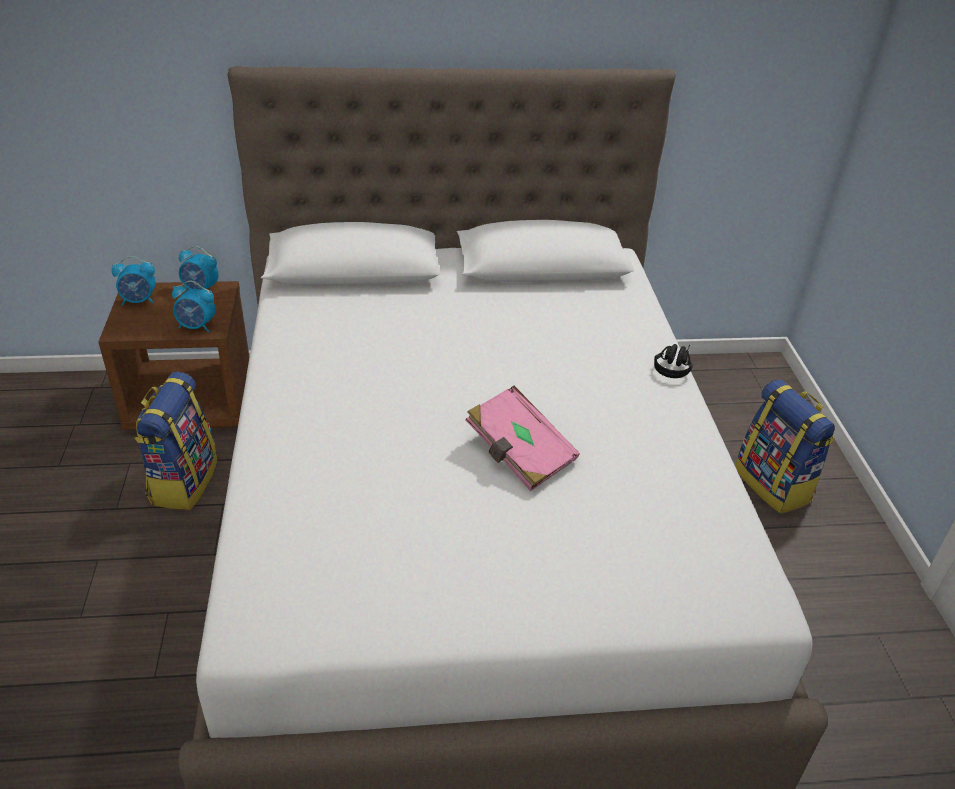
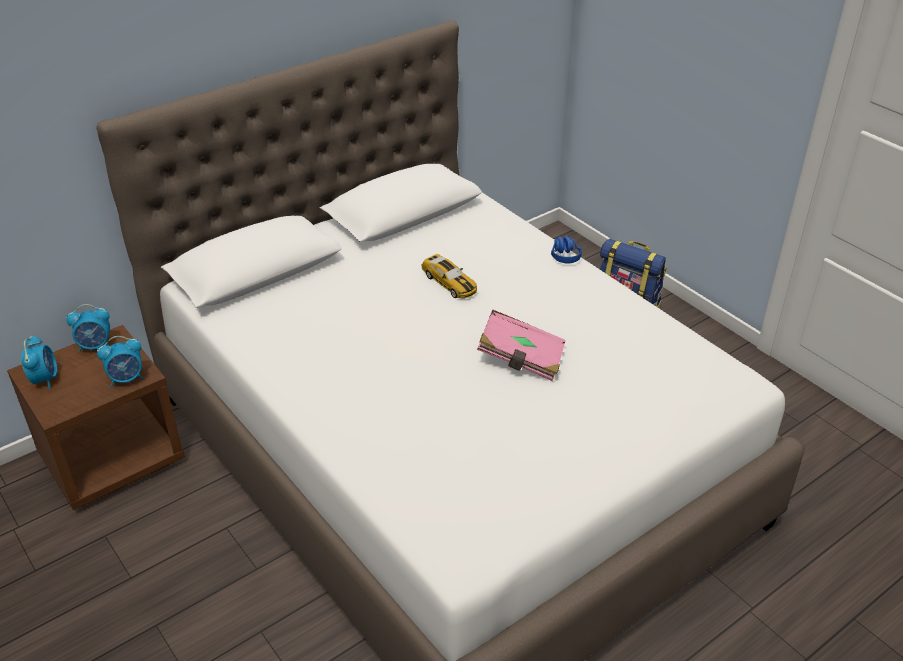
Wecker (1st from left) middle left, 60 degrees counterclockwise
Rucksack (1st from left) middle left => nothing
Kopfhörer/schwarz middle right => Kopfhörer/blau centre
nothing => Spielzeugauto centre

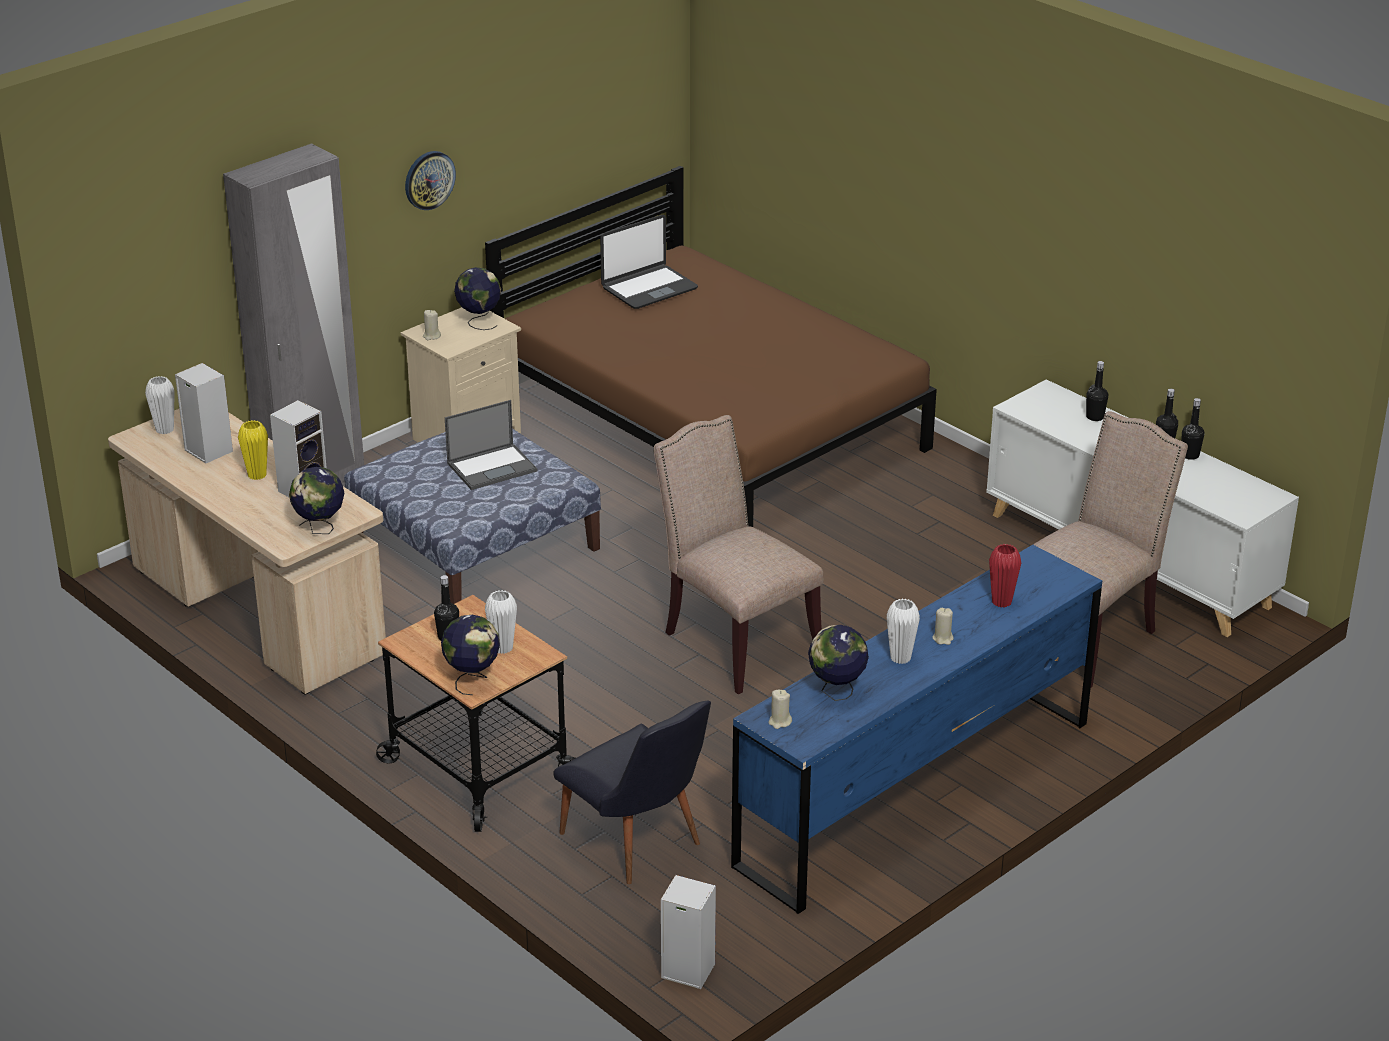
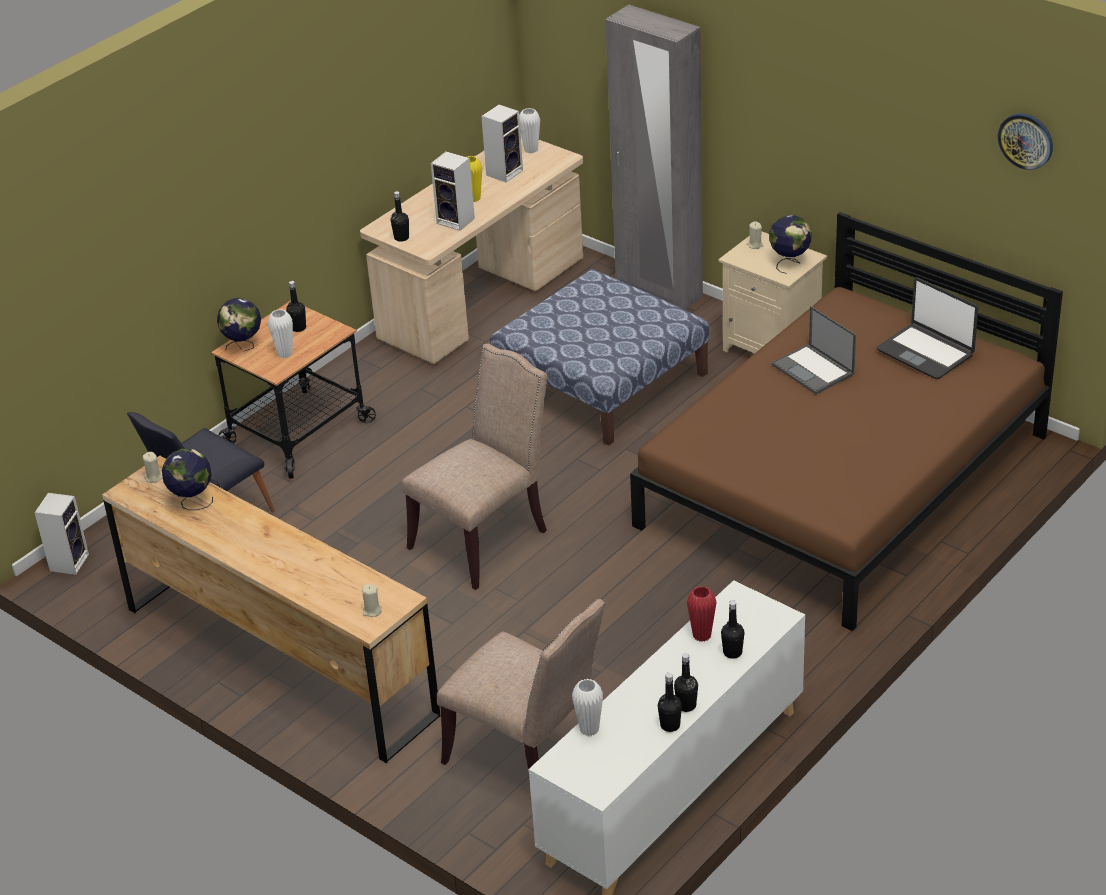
Globus (1st from left) middle left => Flasche/schwarz (2nd from left) top centre
Wanduhr top left => Wanduhr top right, moved
Laptop (1st from left) centre => Laptop (1st from left) middle right, moved
Kommode/blau bottom centre => Kommode/braun bottom left
Vase/weiß (3rd from left) centre => Vase/weiß (3rd from left) bottom centre, moved
Kerze/beige (3rd from left in the first image) middle right => Kerze/beige (2nd from left) bottom centre, moved
Vase/rot middle right => Vase/rot bottom centre, moved

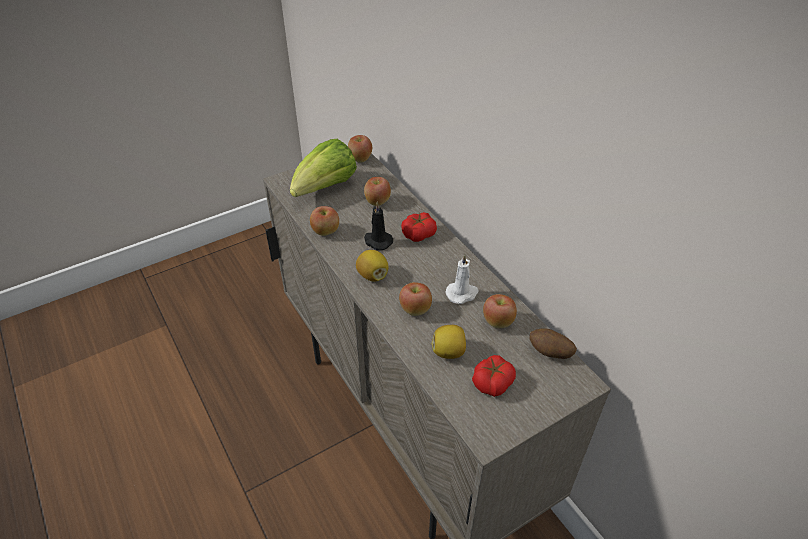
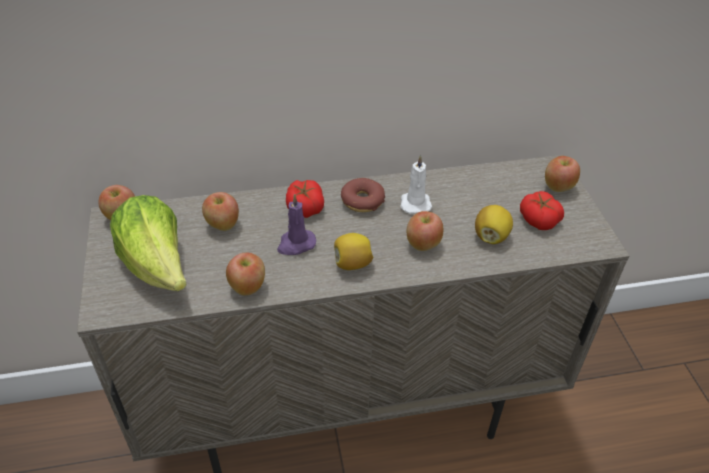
Kerze/schwarz centre => Kerze/lila centre
Apfel (5th from left) centre => Apfel (5th from left) middle right, moved
Kartoffel middle right => nothing
nothing => Donut centre

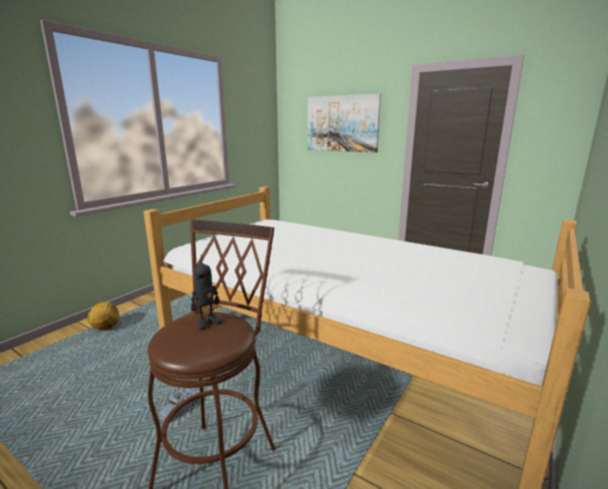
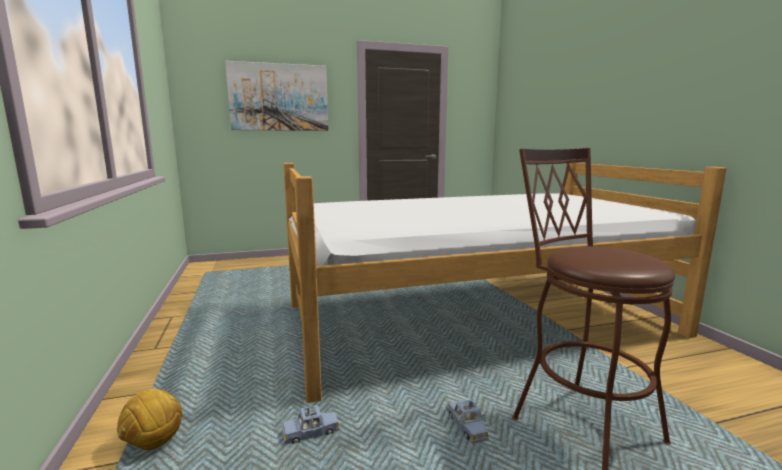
Spielzeugroboter centre => nothing
nothing => Spielzeugauto/blau (1st from left) bottom centre

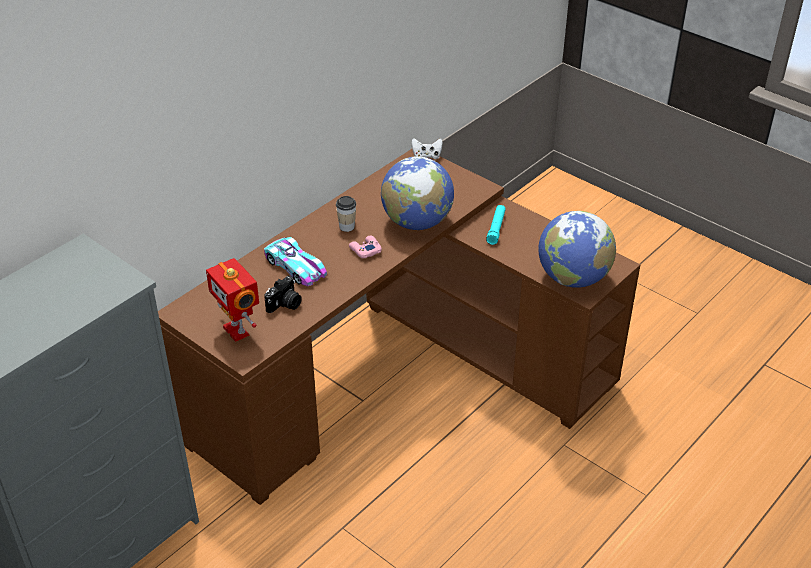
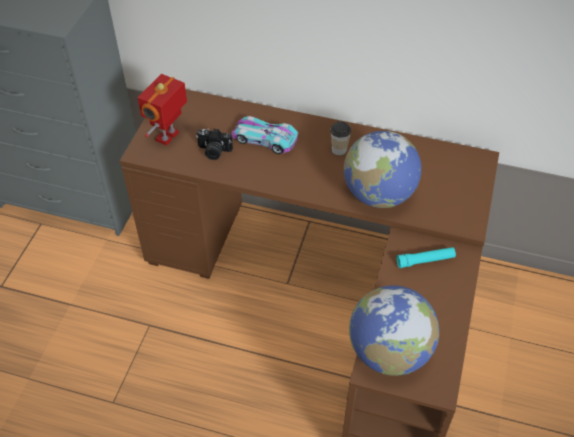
Spielzeugauto centre => Spielzeugauto top centre, 90 degrees clockwise
Gamepad/rosa centre => nothing
Gamepad/weiß top centre => nothing

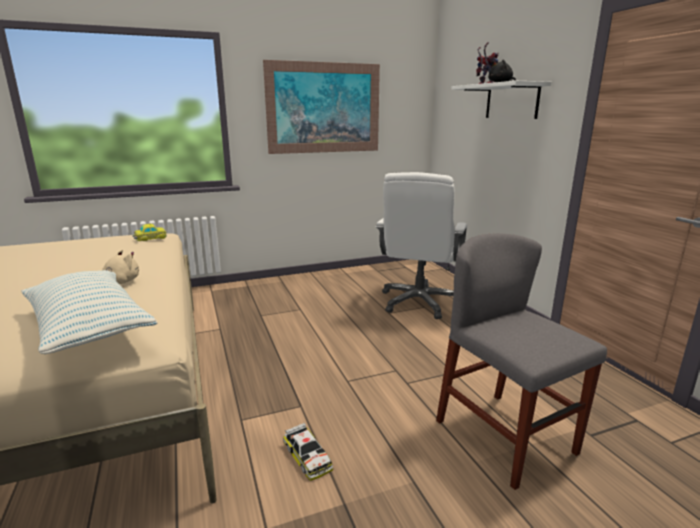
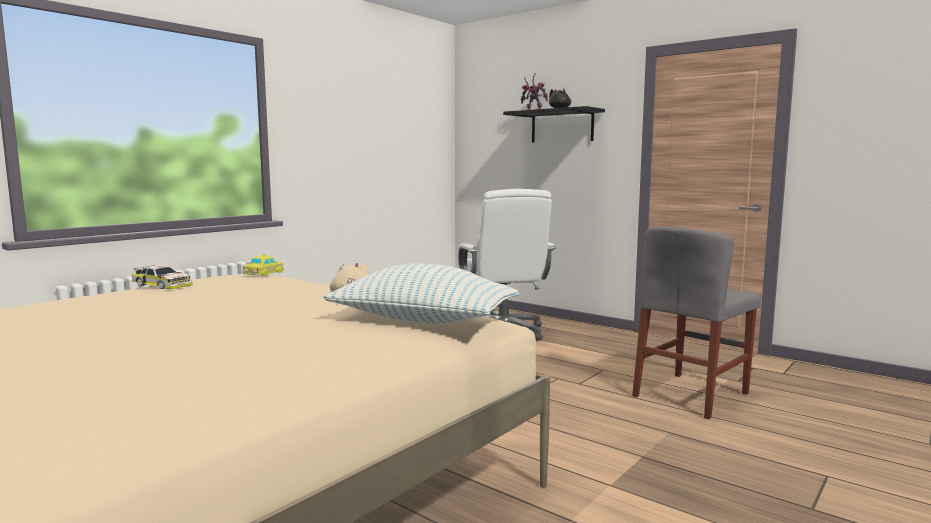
Bild top centre => nothing
Spielzeugauto (2nd from left in the first image) bottom centre => Spielzeugauto (1st from left) middle left, moved
Stuhl/grau bottom right => Stuhl/grau middle right, 75 degrees counterclockwise
Wandregal/weiß top right => Wandregal/schwarz top centre

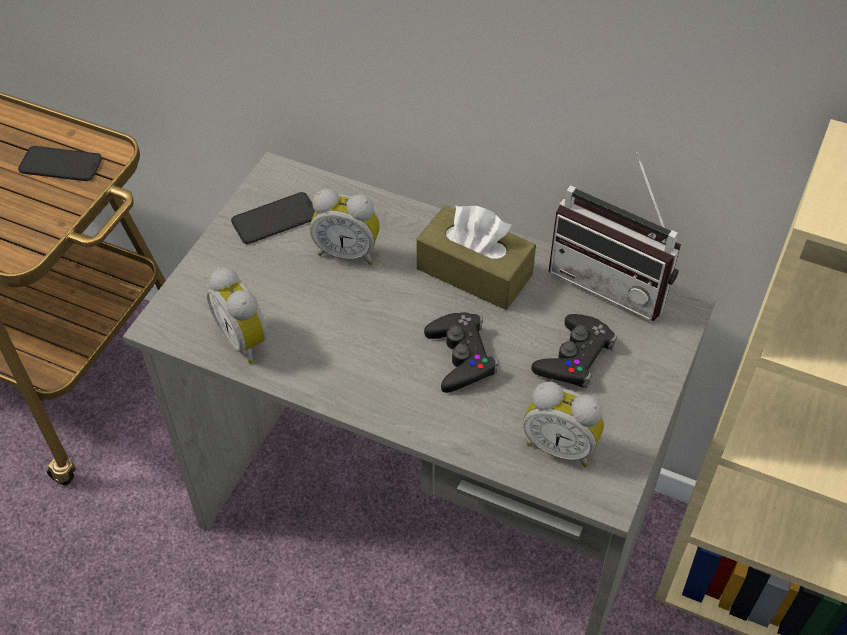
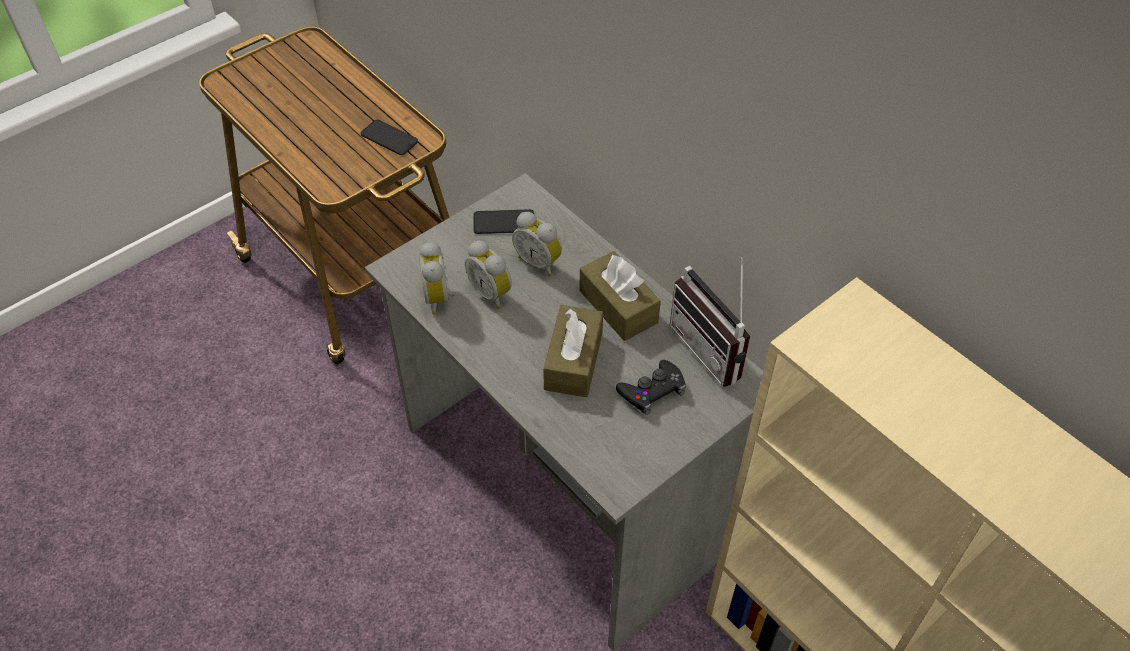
Gamepad/schwarz (1st from left) centre => Taschentuchbox/braun (1st from left) centre
Wecker (3rd from left in the first image) bottom centre => Wecker (2nd from left) centre, moved

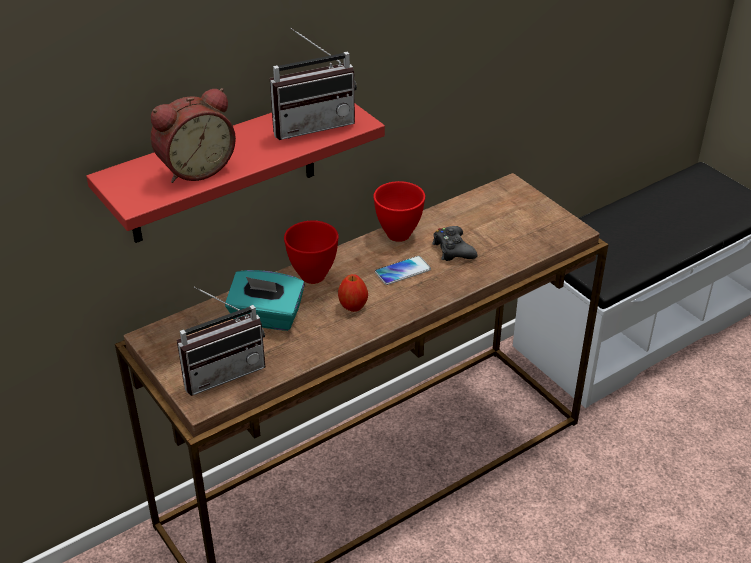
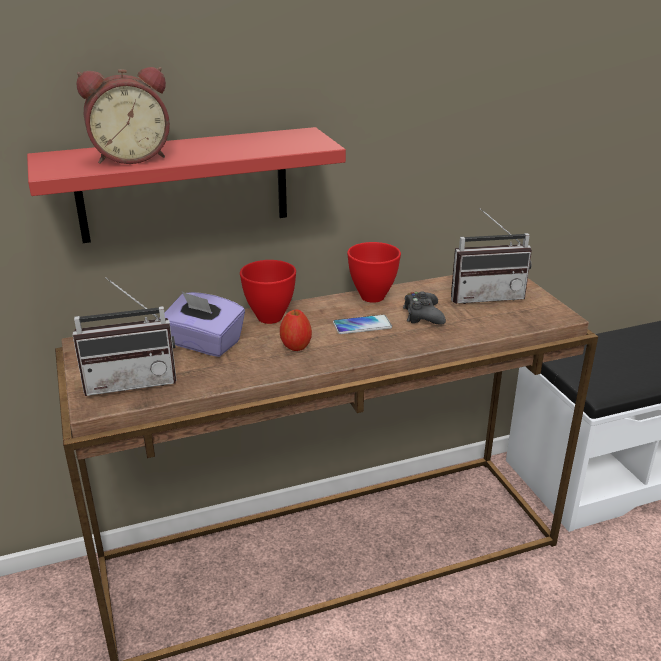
Taschentuchbox/türkis centre => Taschentuchbox/lila middle left
Radio (2nd from left) top centre => Radio (2nd from left) middle right, moved

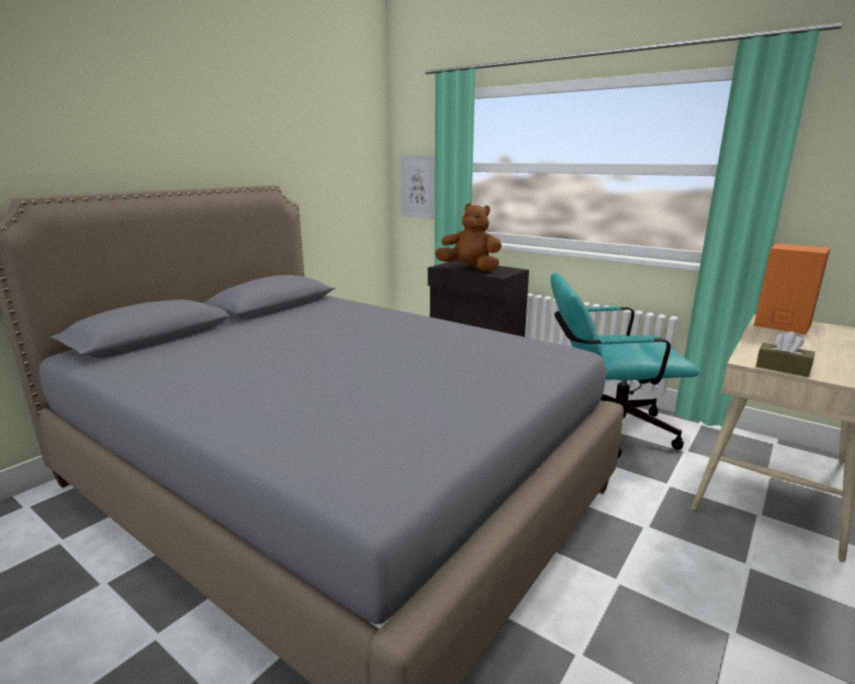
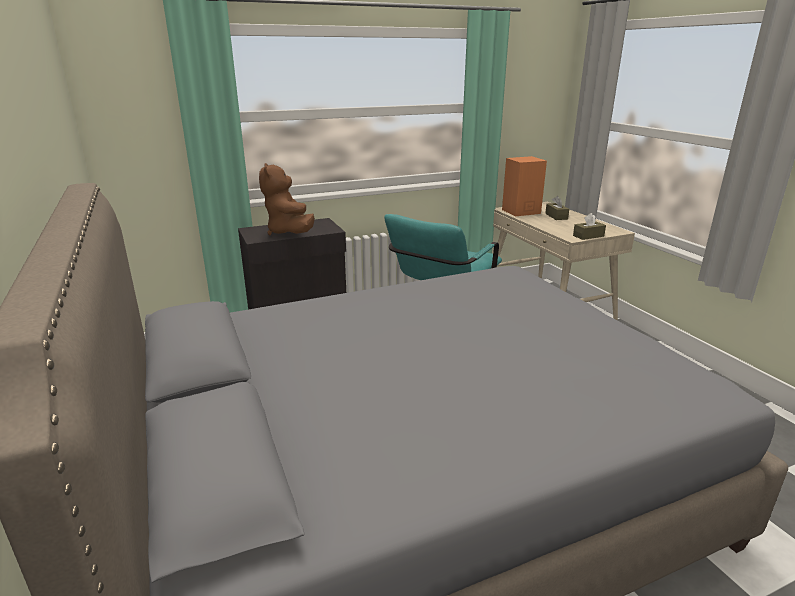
Bild top centre => nothing
Plüschtier/braun centre, 75 degrees counterclockwise
nothing => Taschentuchbox/braun (1st from left) middle right

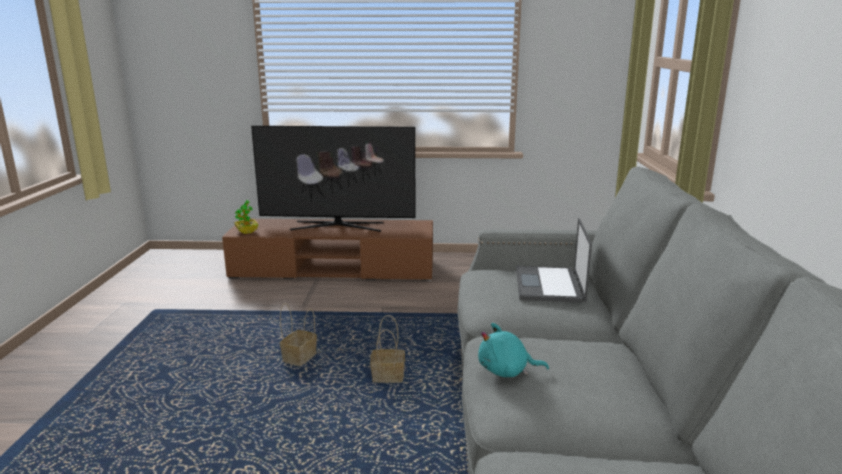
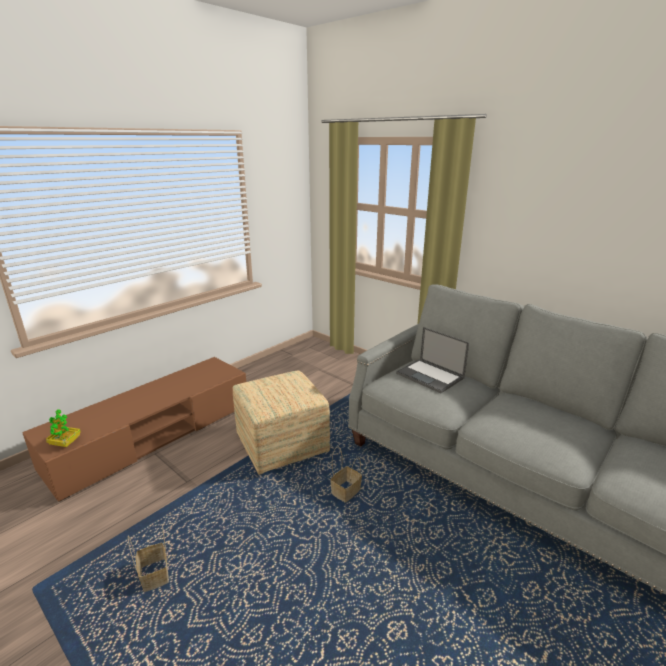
Fernseher centre => nothing
Korb (1st from left) bottom centre => Korb (1st from left) bottom left, moved
Plüschtier/türkis bottom centre => nothing
nothing => Polsterhocker centre

